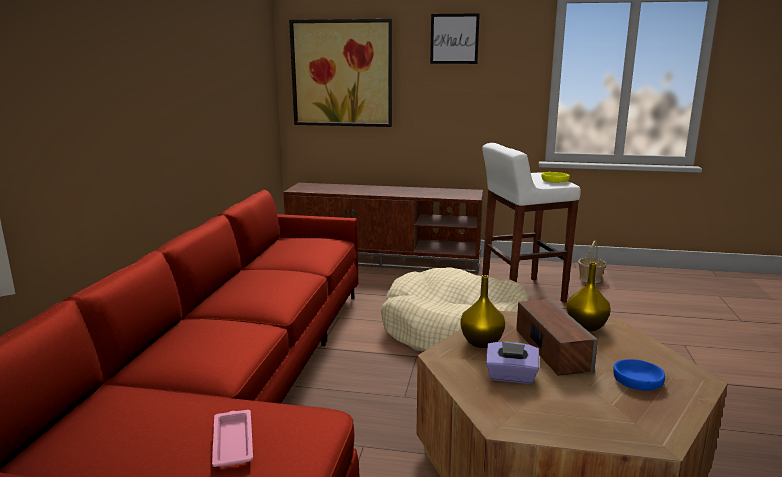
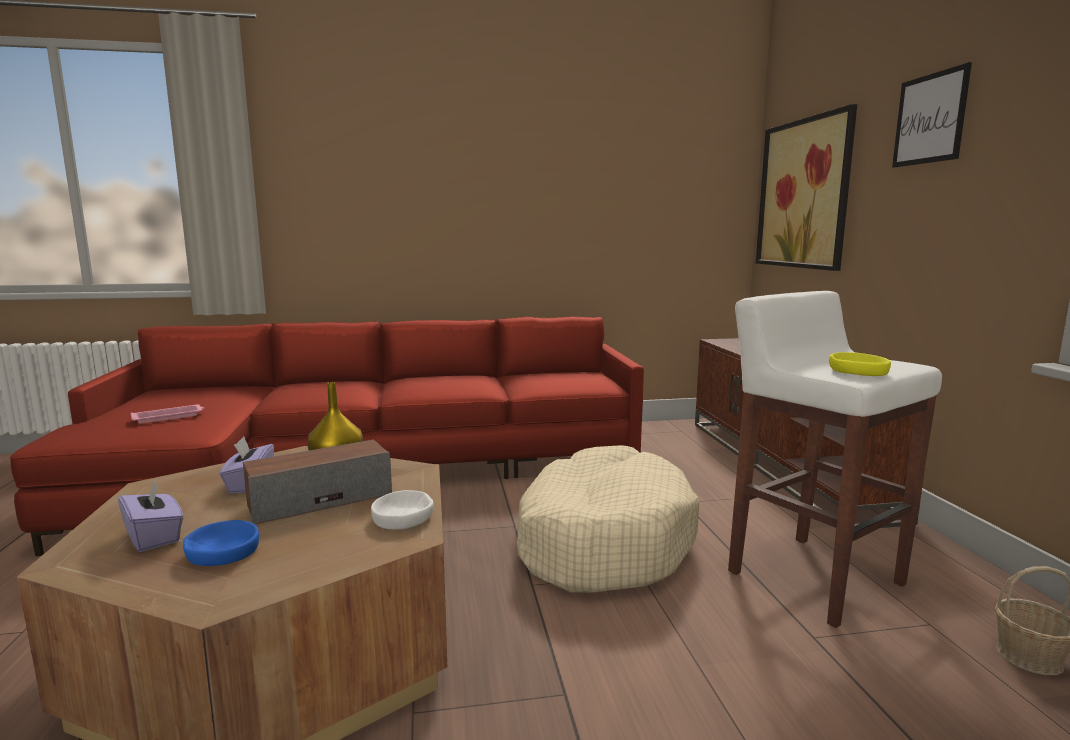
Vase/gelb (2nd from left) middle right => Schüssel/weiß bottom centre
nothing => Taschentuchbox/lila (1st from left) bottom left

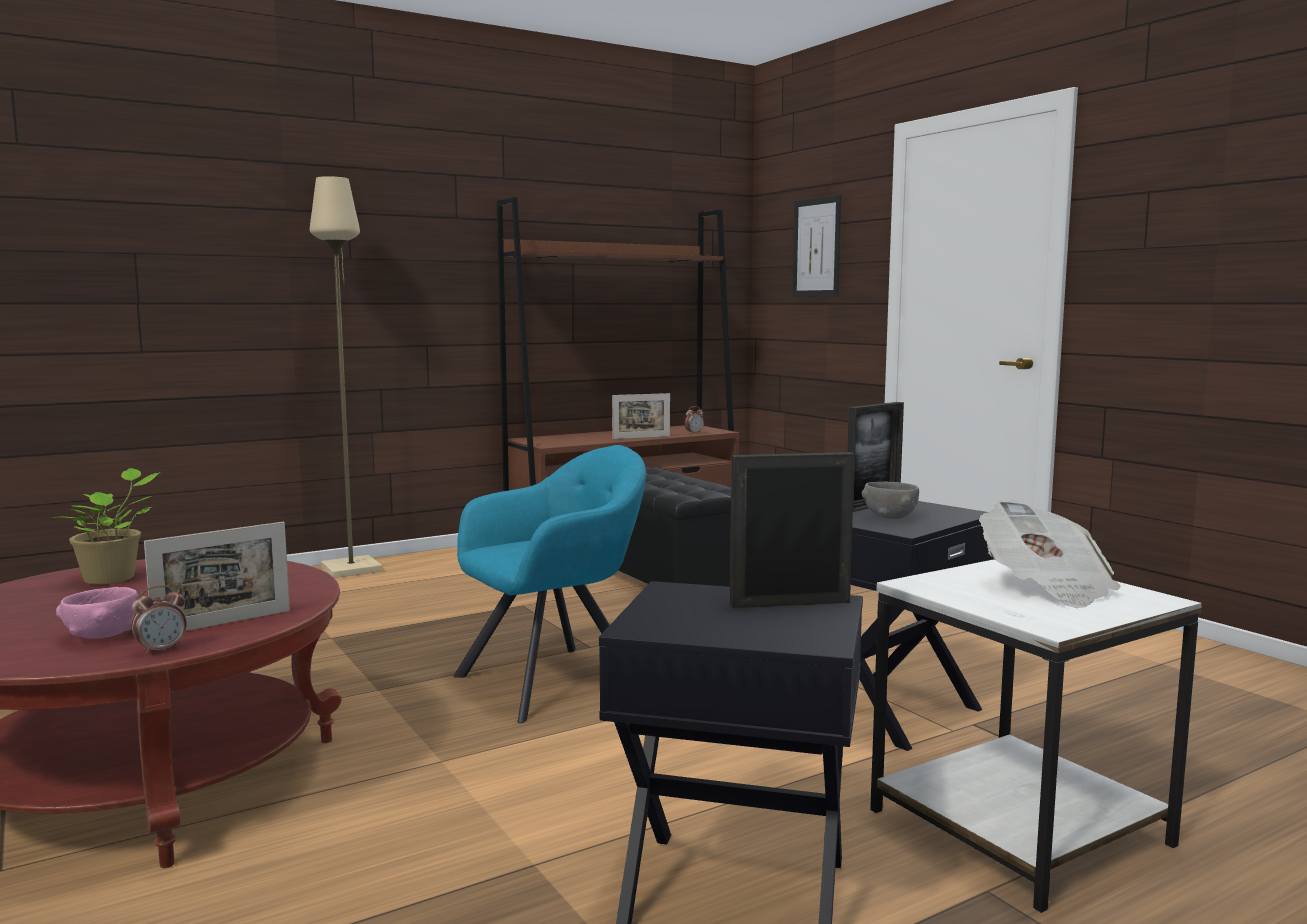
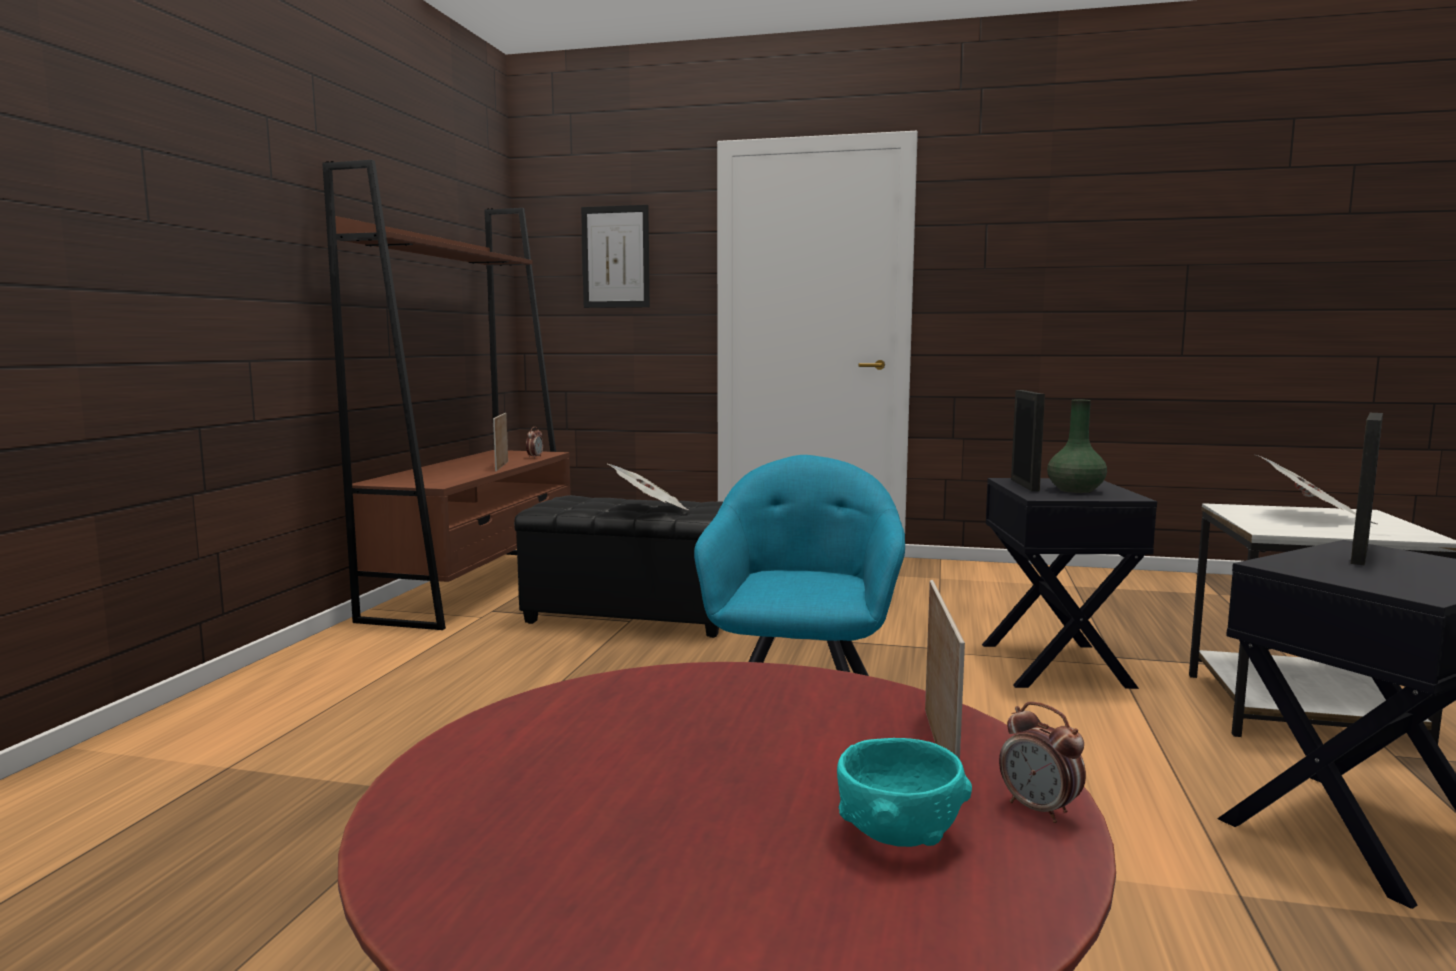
Topfpflanze middle left => nothing
Schüssel/rosa middle left => Schüssel/türkis bottom centre
Wecker (1st from left in the first image) bottom left => Wecker (2nd from left) bottom right, 135 degrees clockwise
Stehlampe/beige middle left => nothing
Bilderrahmen (2nd from left in the first image) centre => Bilderrahmen (1st from left) centre, 150 degrees clockwise
Schüssel/grau middle right => Vase/grün middle right
nothing => Zeitung (1st from left) centre

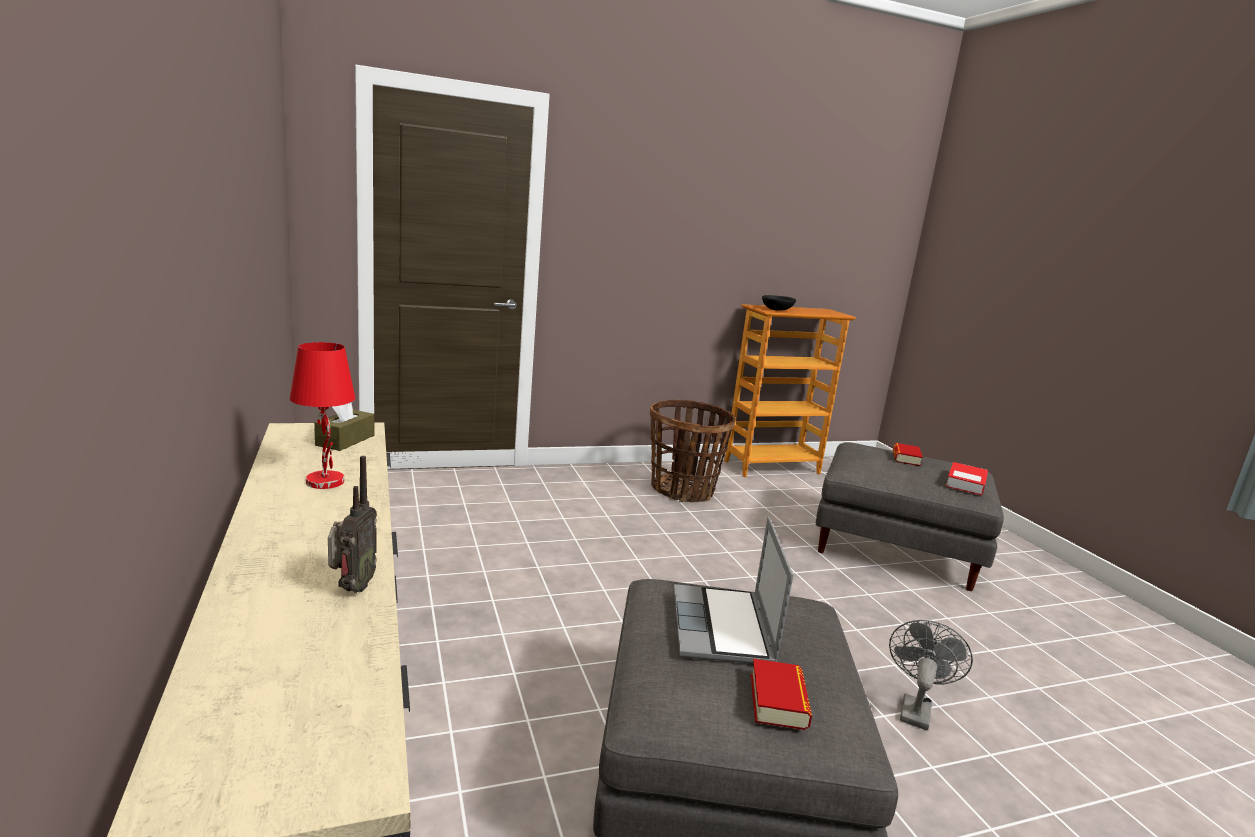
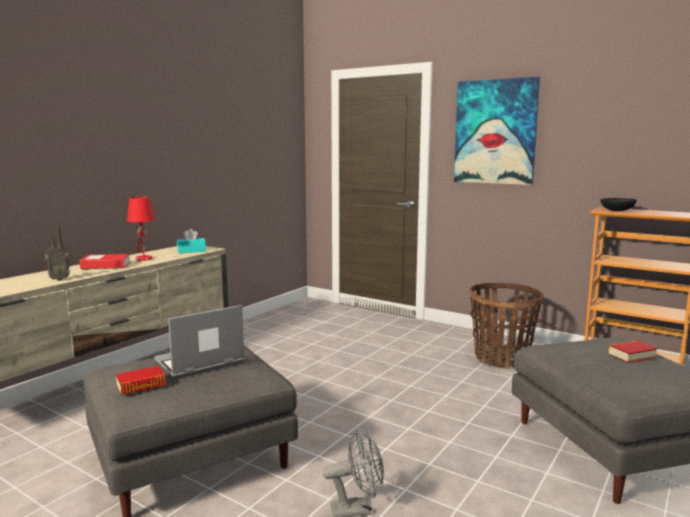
Taschentuchbox/braun middle left => Taschentuchbox/türkis middle left
Buch (3rd from left in the first image) middle right => Buch (1st from left) middle left, moved
nothing => Bild top right

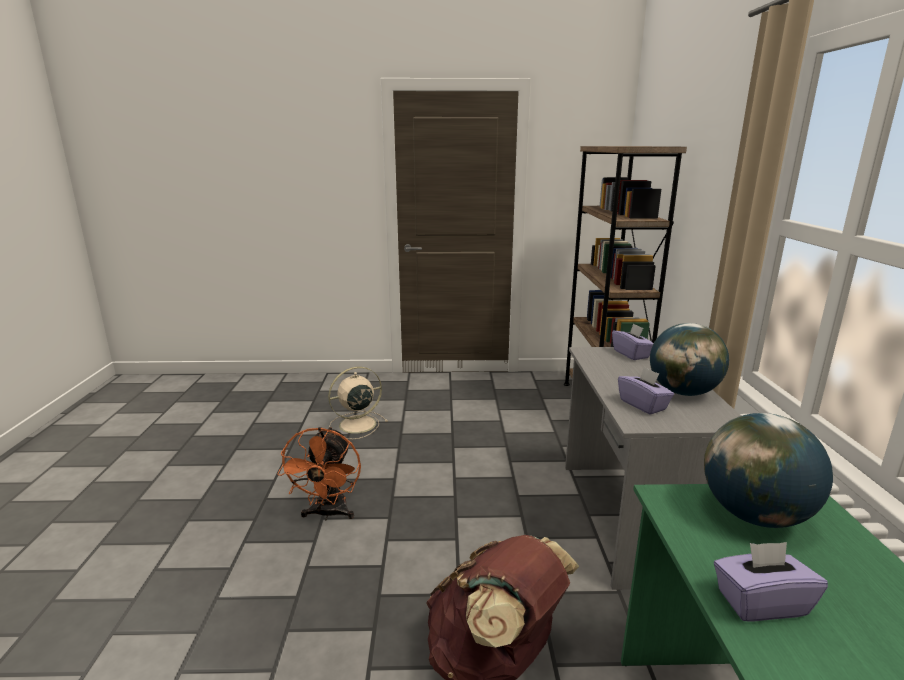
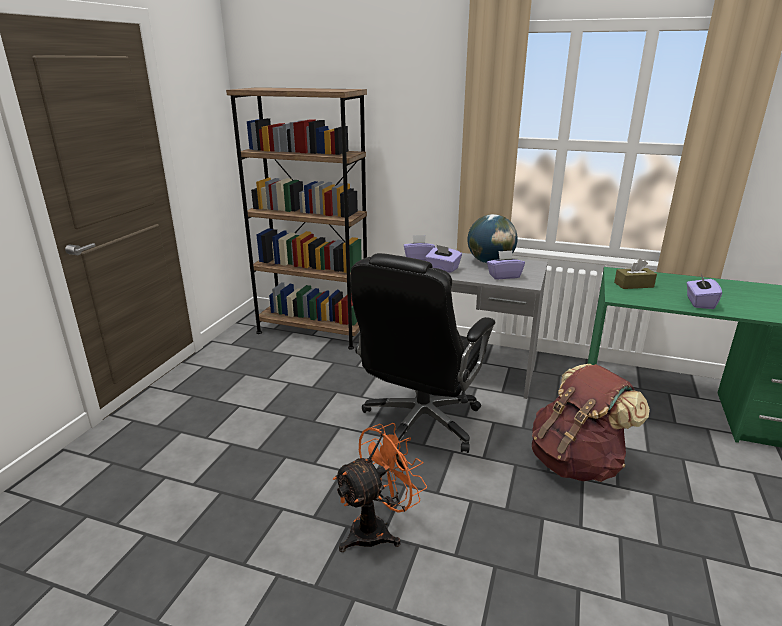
Ventilator/orange bottom centre, 60 degrees counterclockwise
Ventilator/beige centre => nothing
Globus (2nd from left) bottom right => Taschentuchbox/braun middle right
nothing => Bürostuhl/schwarz centre
nothing => Taschentuchbox/lila (2nd from left) centre

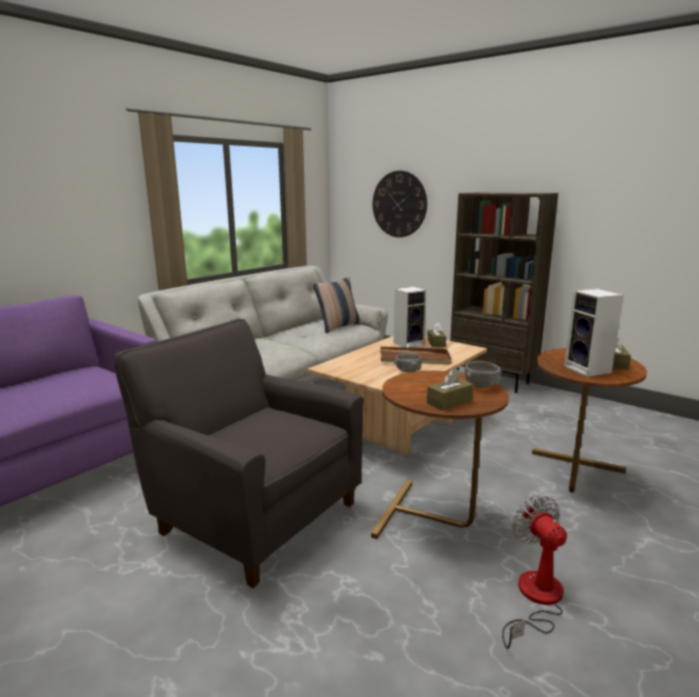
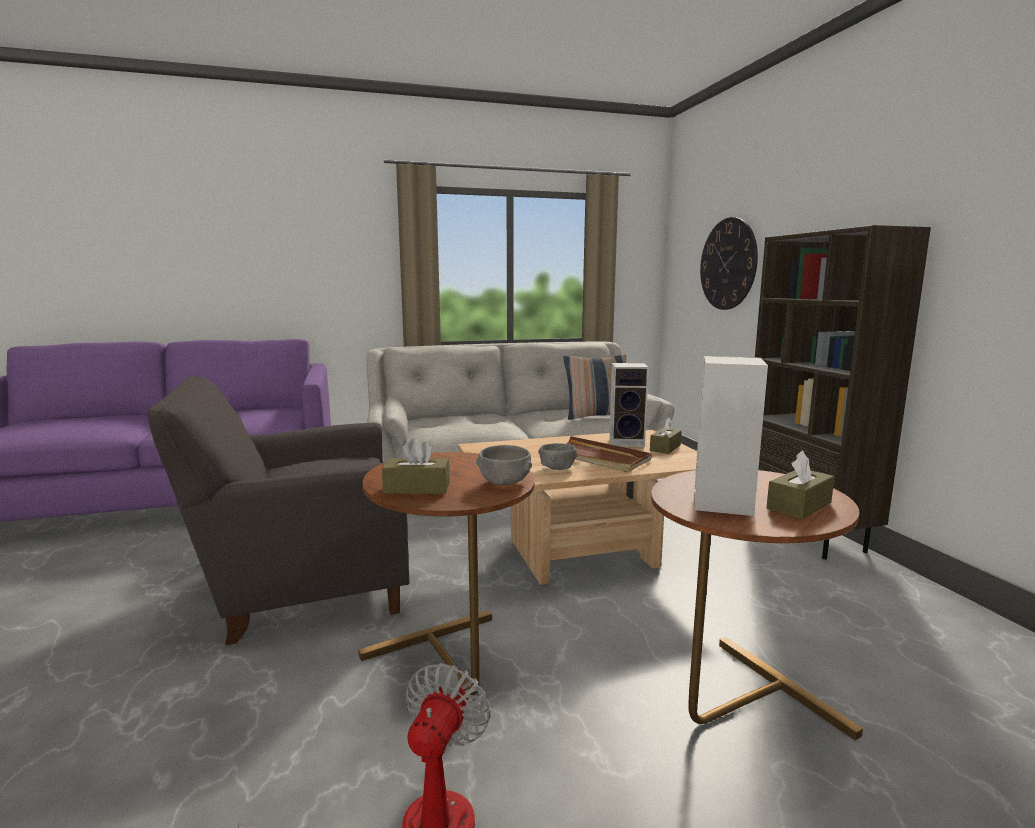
Sessel/grau centre => Sessel/grau middle left, 90 degrees counterclockwise

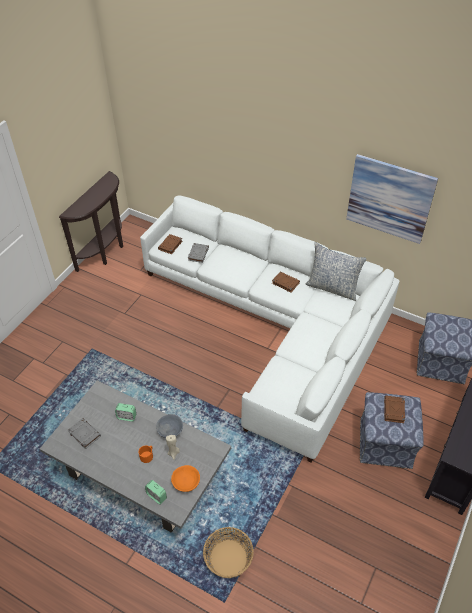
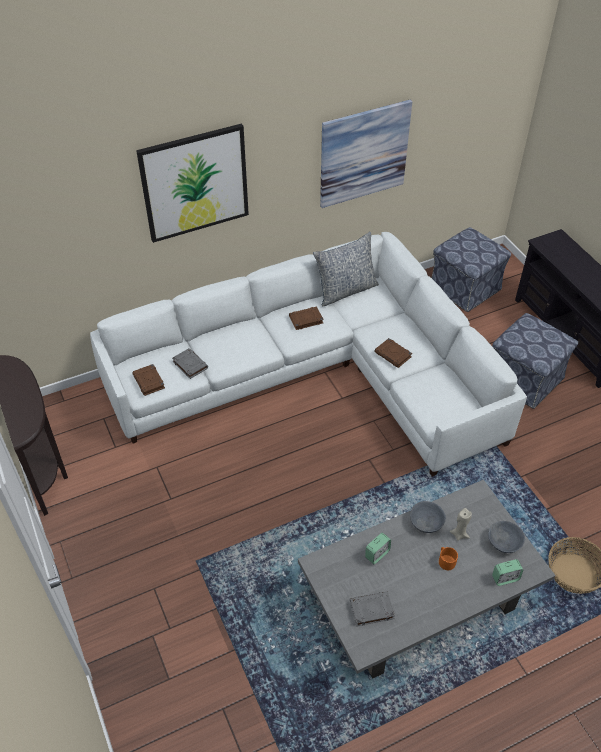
Schüssel/orange bottom centre => Schüssel/grau (2nd from left) bottom right
Buch/braun (3rd from left) bottom right => Buch/braun (3rd from left) centre, moved
nothing => Bild (1st from left) top left

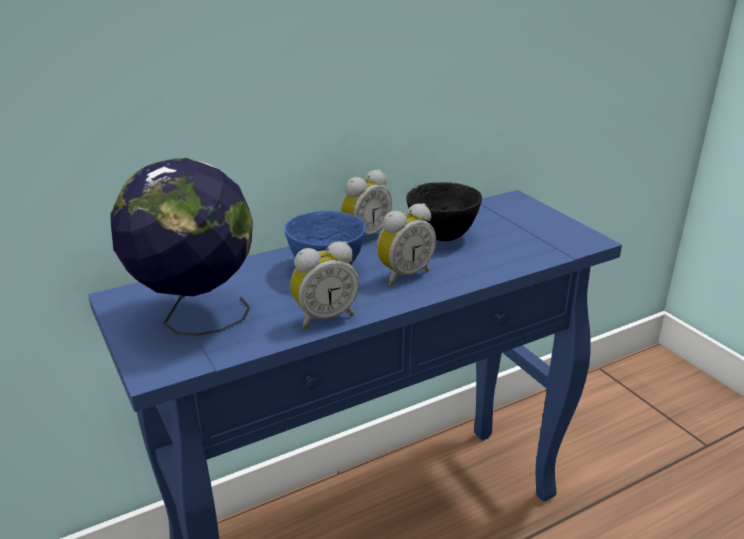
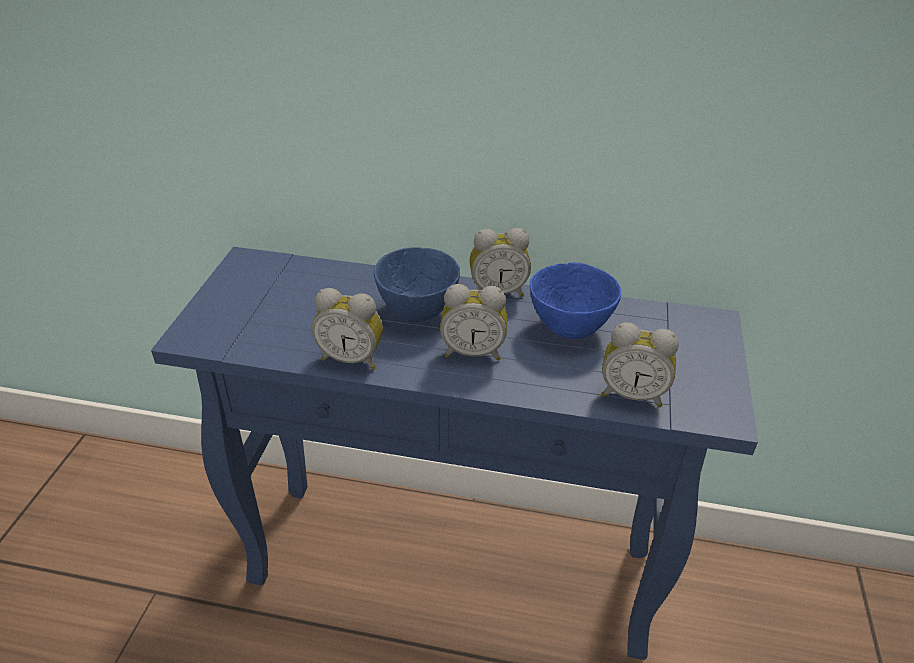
Globus middle left => nothing
Schüssel/schwarz centre => Schüssel/blau (2nd from left) centre
nothing => Wecker (4th from left) middle right

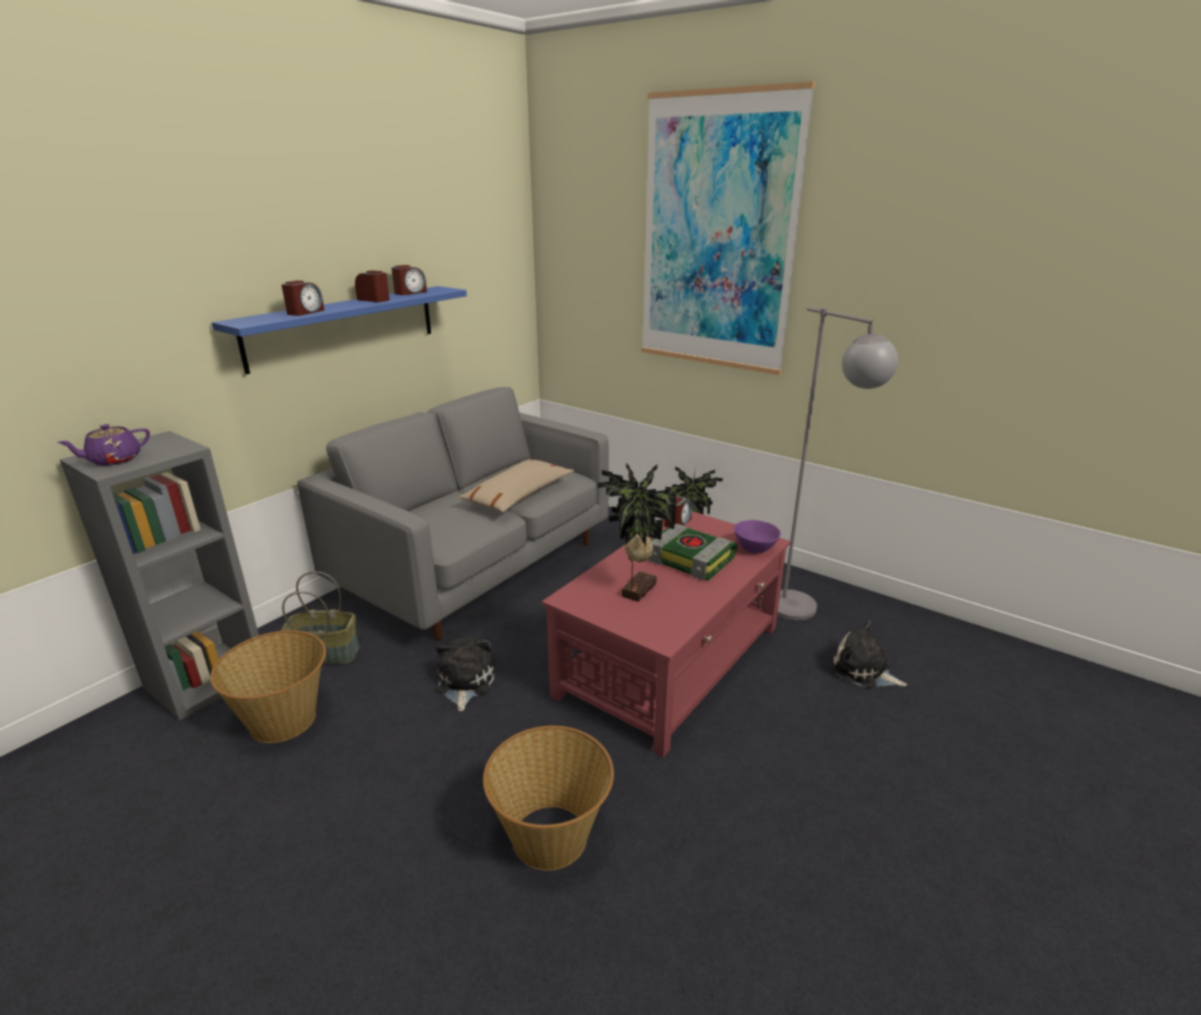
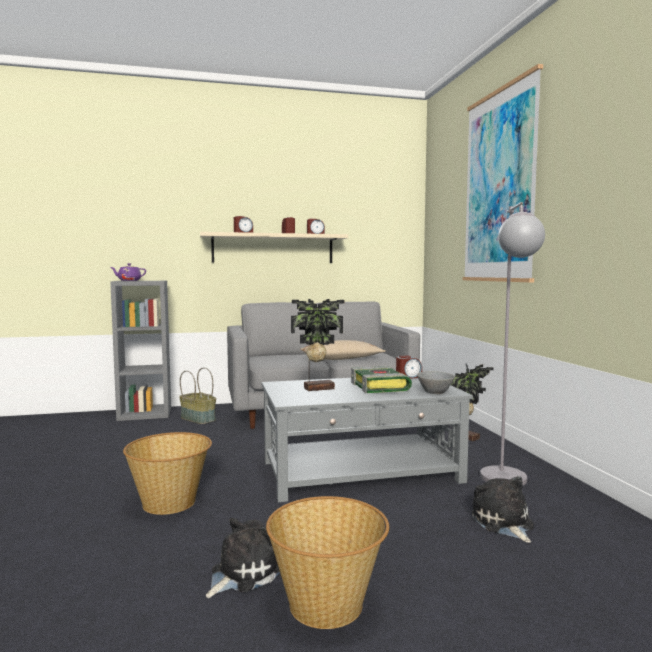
Korb (1st from left in the first image) bottom left => Korb (3rd from left) bottom centre, moved
Wandregal/blau top left => Wandregal/beige centre
Plüschtier (1st from left) centre => Plüschtier (1st from left) bottom centre, moved
Couchtisch/rot centre => Couchtisch/grau bottom centre
Schüssel/lila centre => Schüssel/grau middle right

